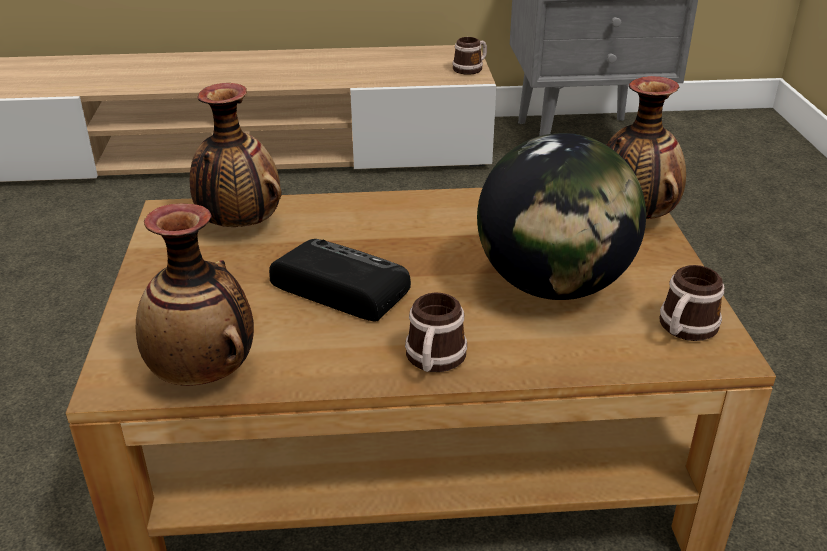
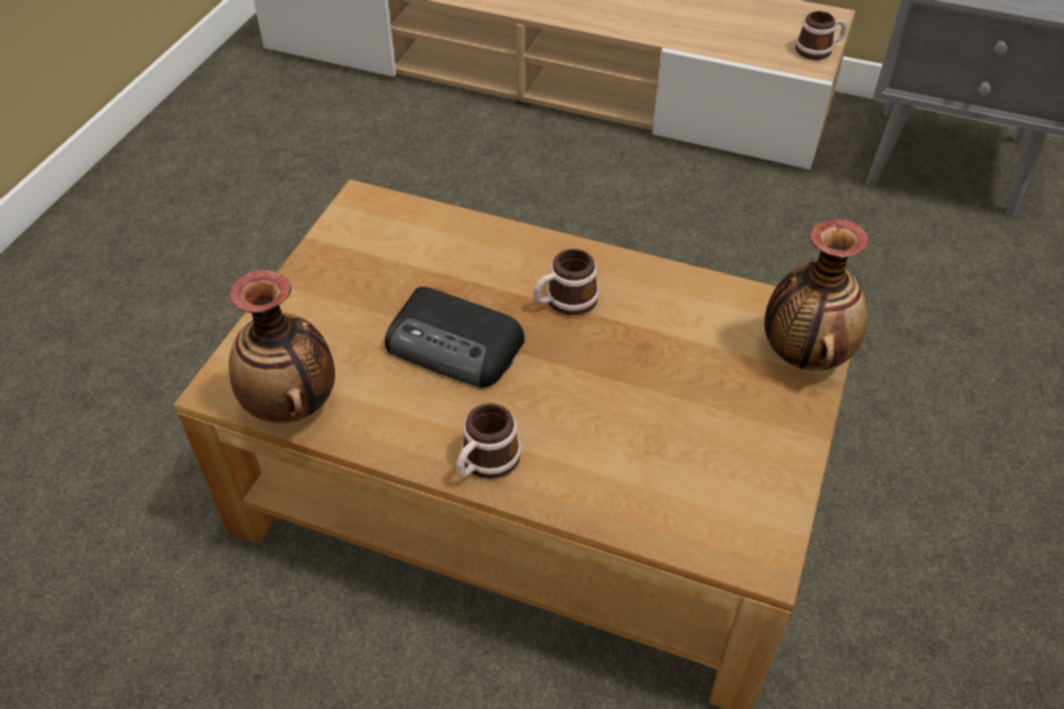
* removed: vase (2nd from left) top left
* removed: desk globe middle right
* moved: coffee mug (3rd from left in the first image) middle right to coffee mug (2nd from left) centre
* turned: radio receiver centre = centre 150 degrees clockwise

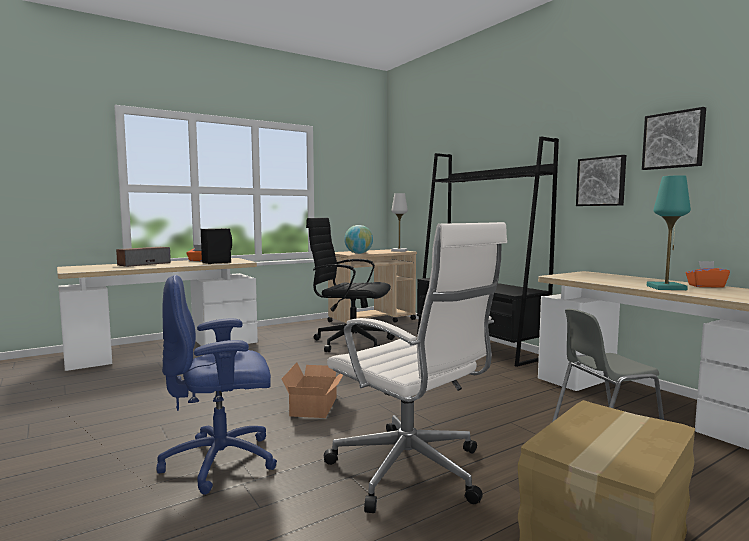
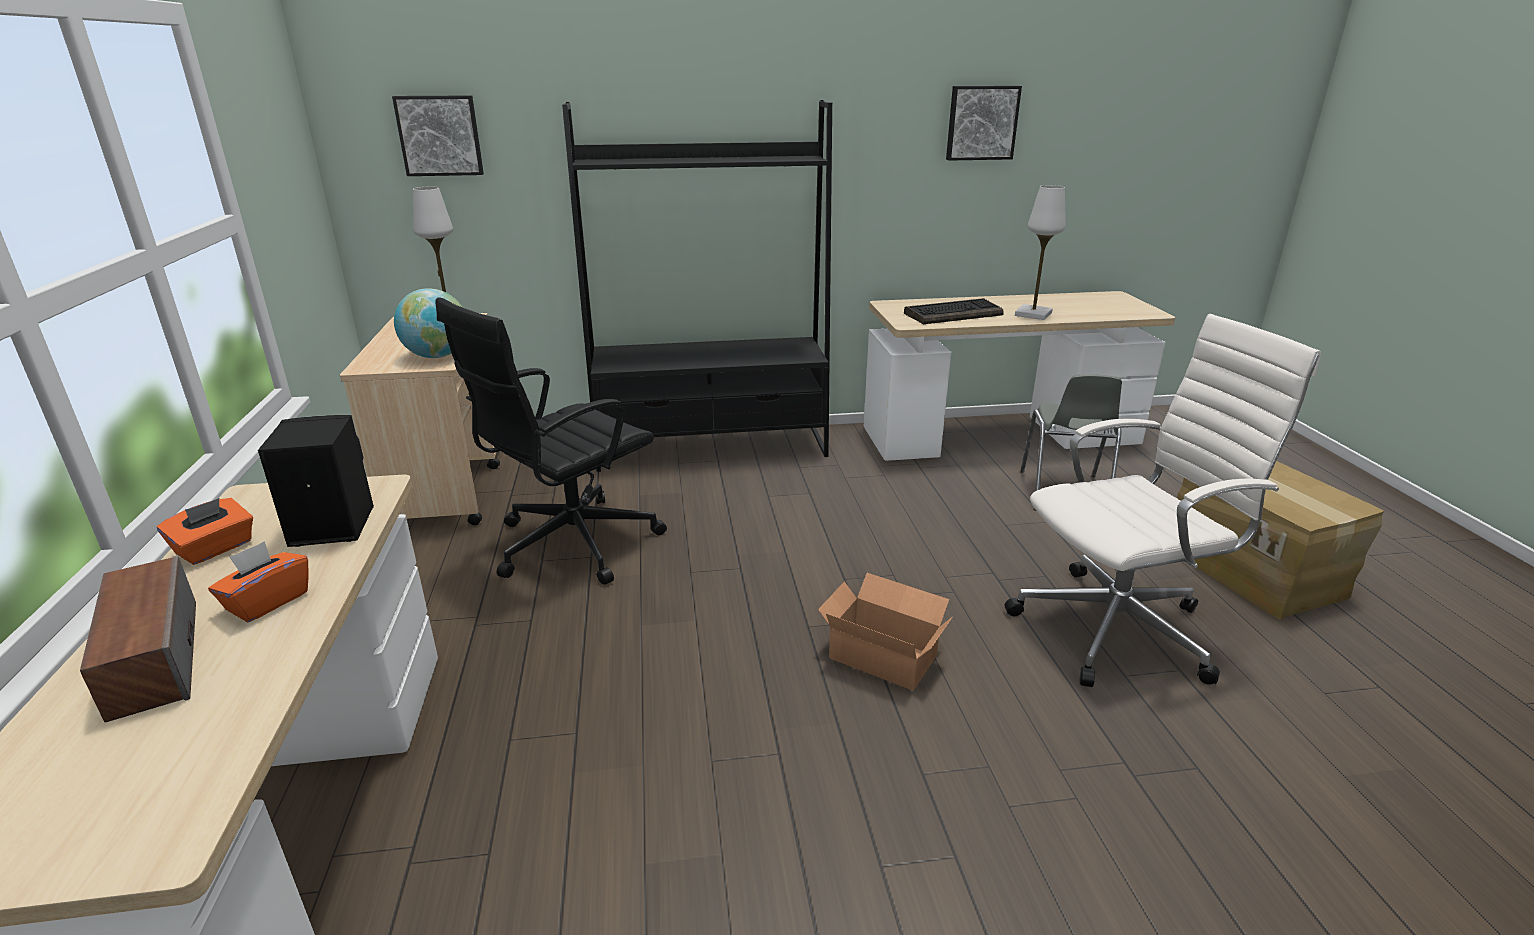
* removed: blue-coloured desk chair bottom left
* added: keyboard top centre
* moved: picture (1st from left) top right to top left
* moved: orange tissue box (2nd from left) middle right to middle left
* recoloured: blue-green table lamp middle right to white table lamp (2nd from left) top right

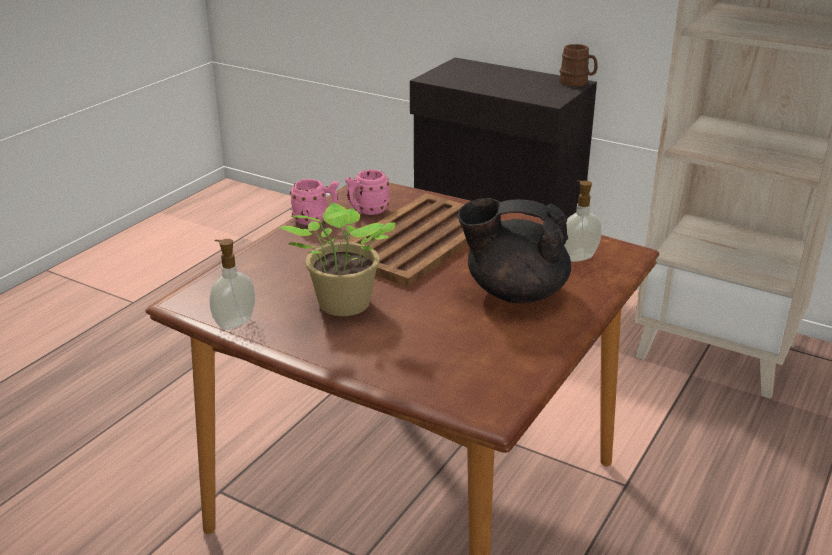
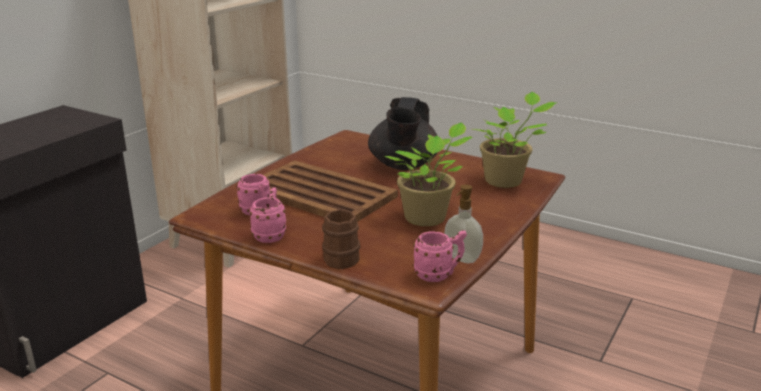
* removed: soap bottle (2nd from left) middle right
* added: pinkish coffee mug (3rd from left) centre
* added: potted plant (2nd from left) middle right
* moved: brown-coloured coffee mug top right to centre

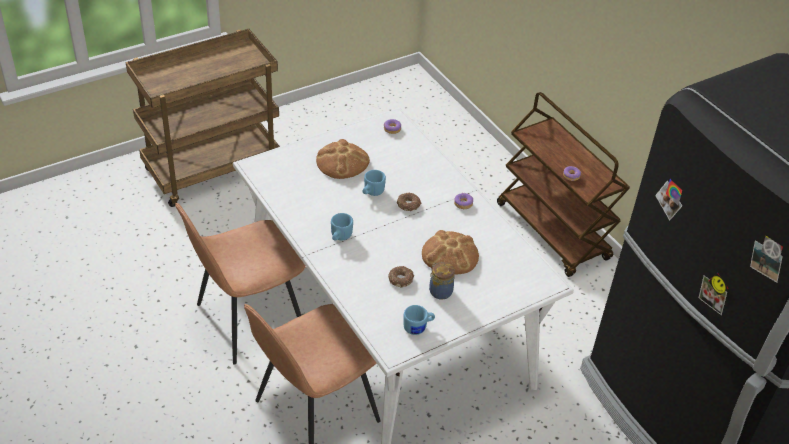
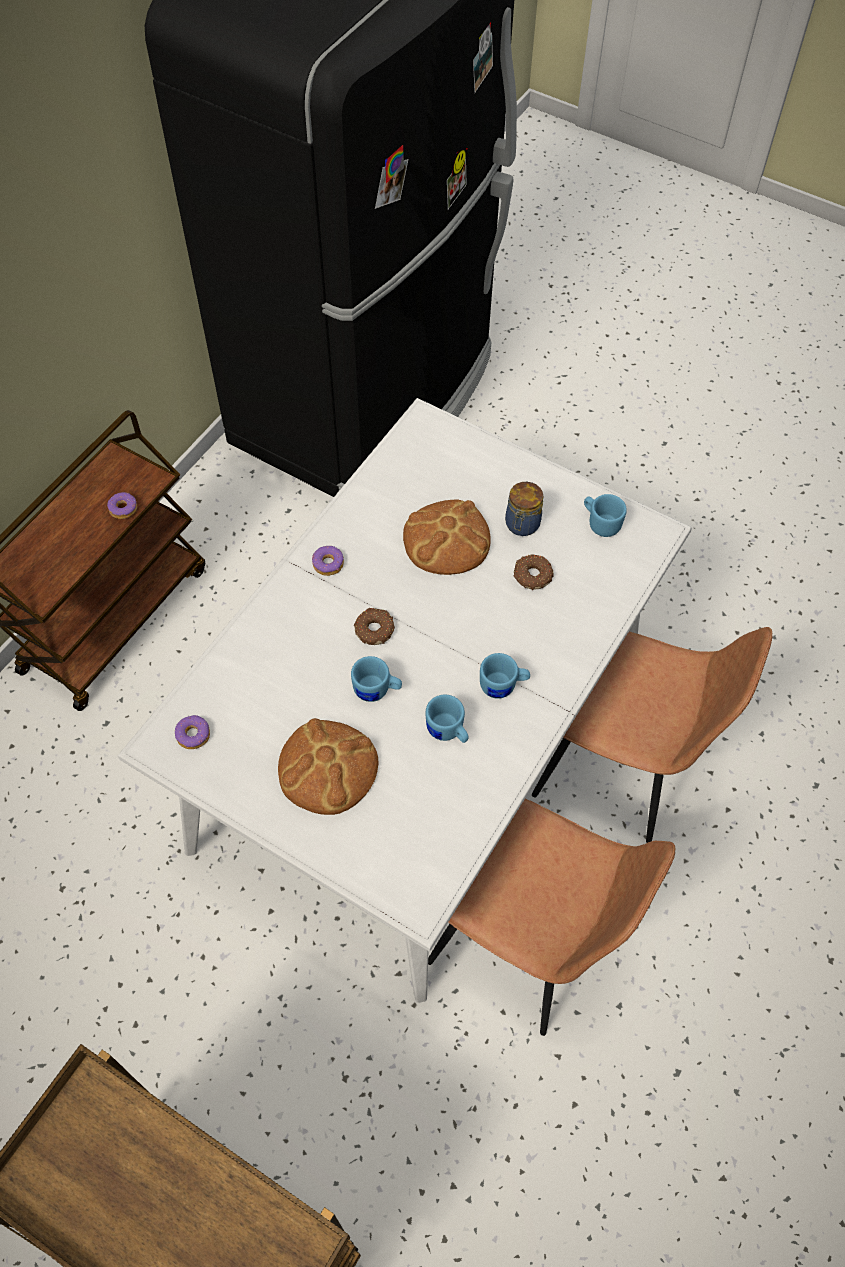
* added: blue-coloured coffee mug (2nd from left) centre

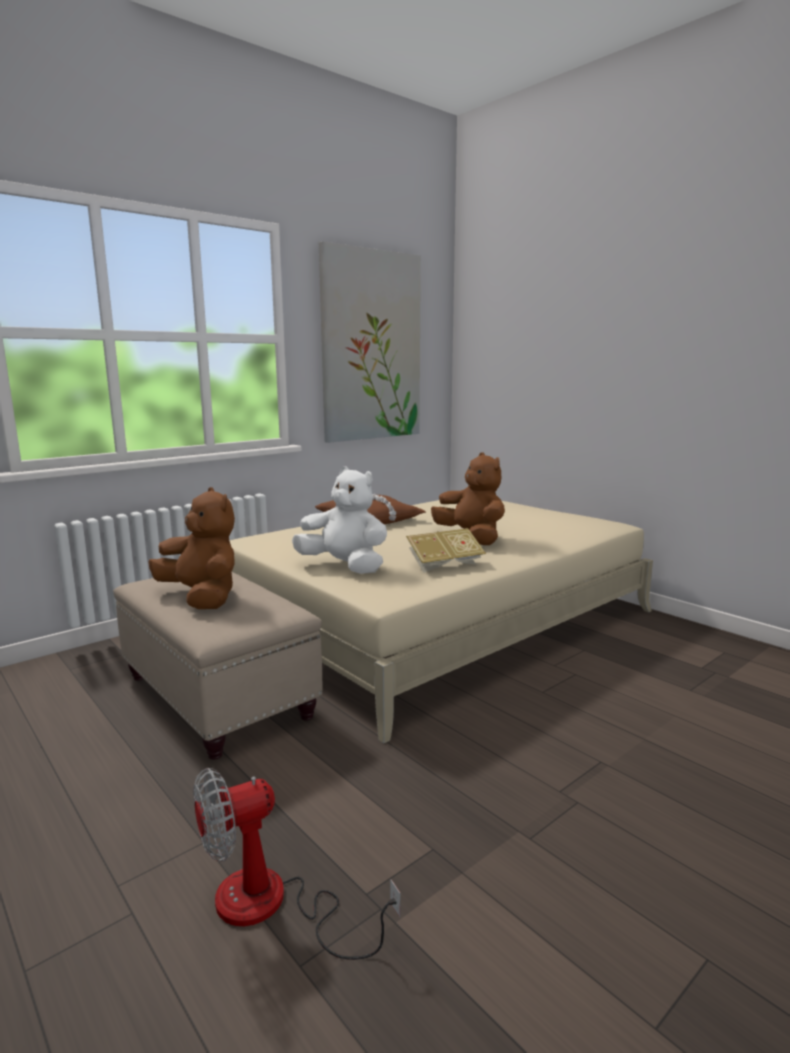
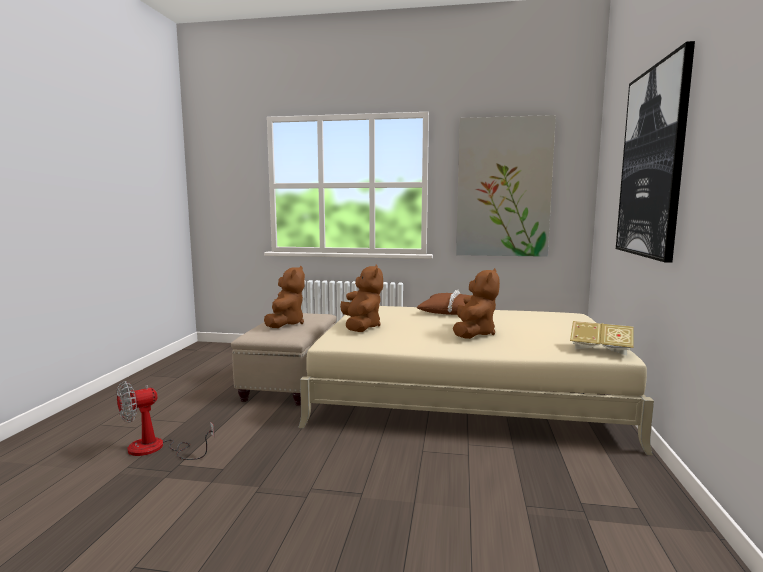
* added: picture (2nd from left) top right
* moved: volume centre to middle right
* recoloured: white soft toy centre to brown-coloured soft toy (2nd from left) centre
* turned: fan bottom centre = bottom left 60 degrees counterclockwise

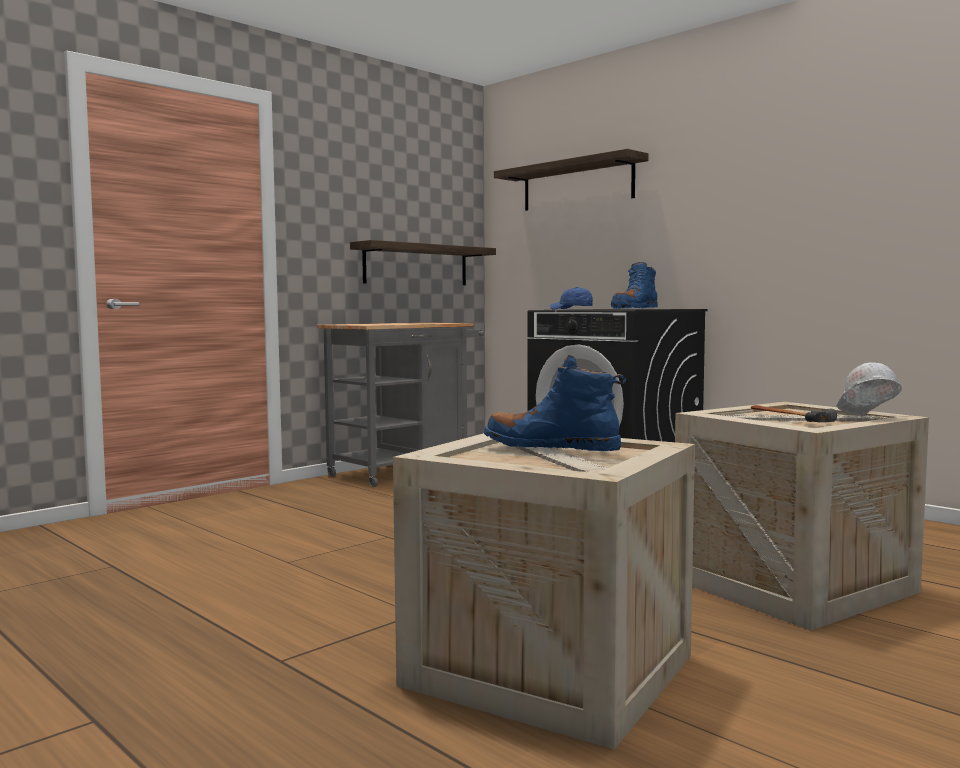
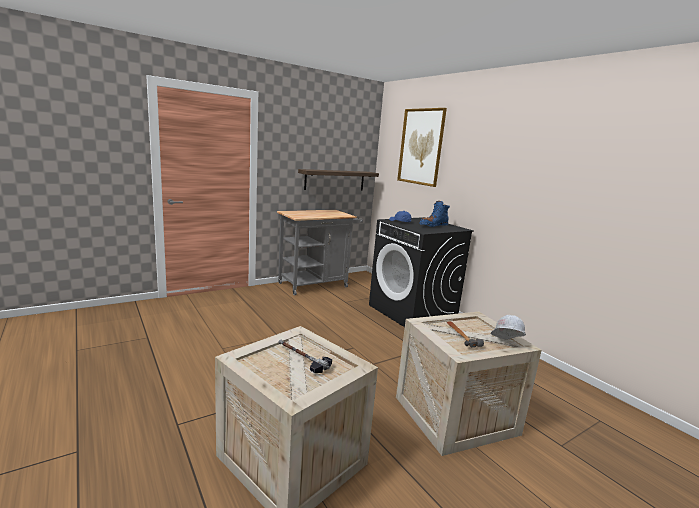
* replaced: blue-coloured high-top boot (1st from left) centre to hand hammer (1st from left) bottom centre
* replaced: bracket shelf (2nd from left) top centre to picture top centre

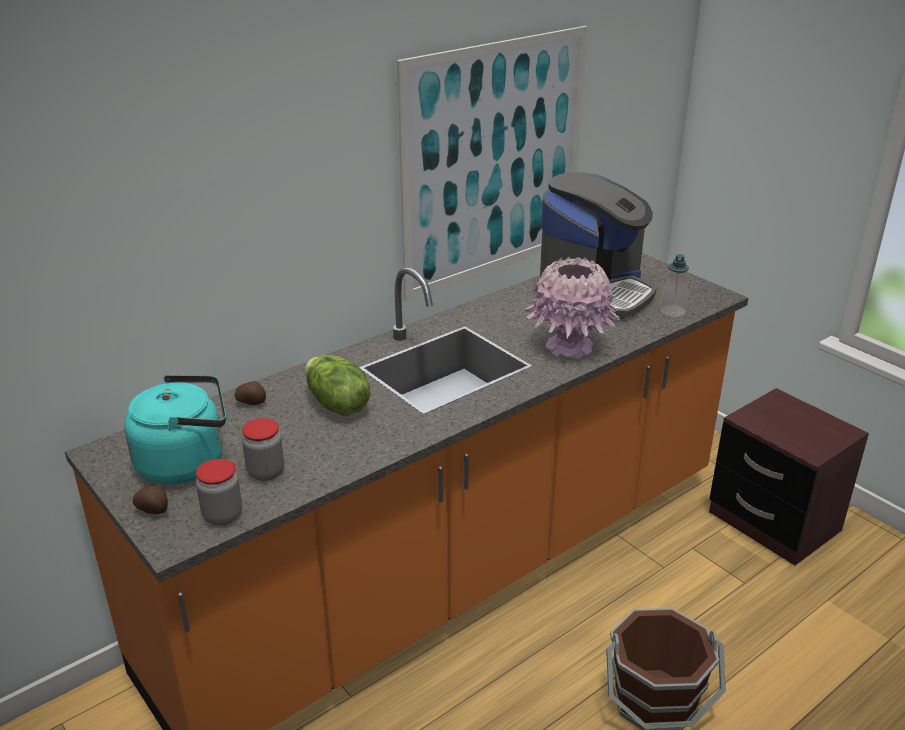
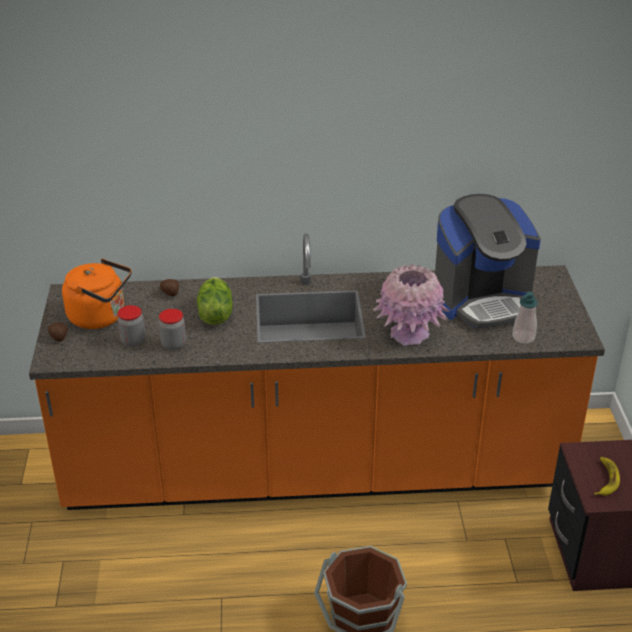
* removed: picture top centre
* added: whole banana bottom right
* moved: preserve jar (1st from left in the first image) bottom left to preserve jar (2nd from left) middle left
* recoloured: blue-green kettle middle left to orange kettle middle left

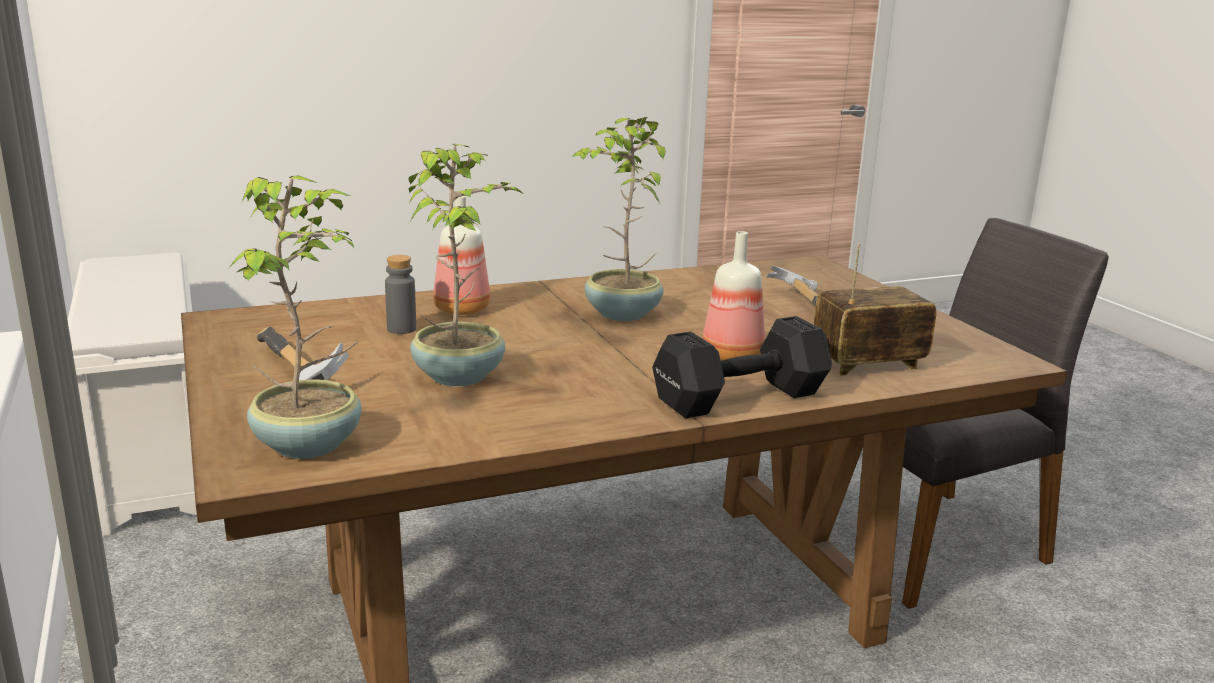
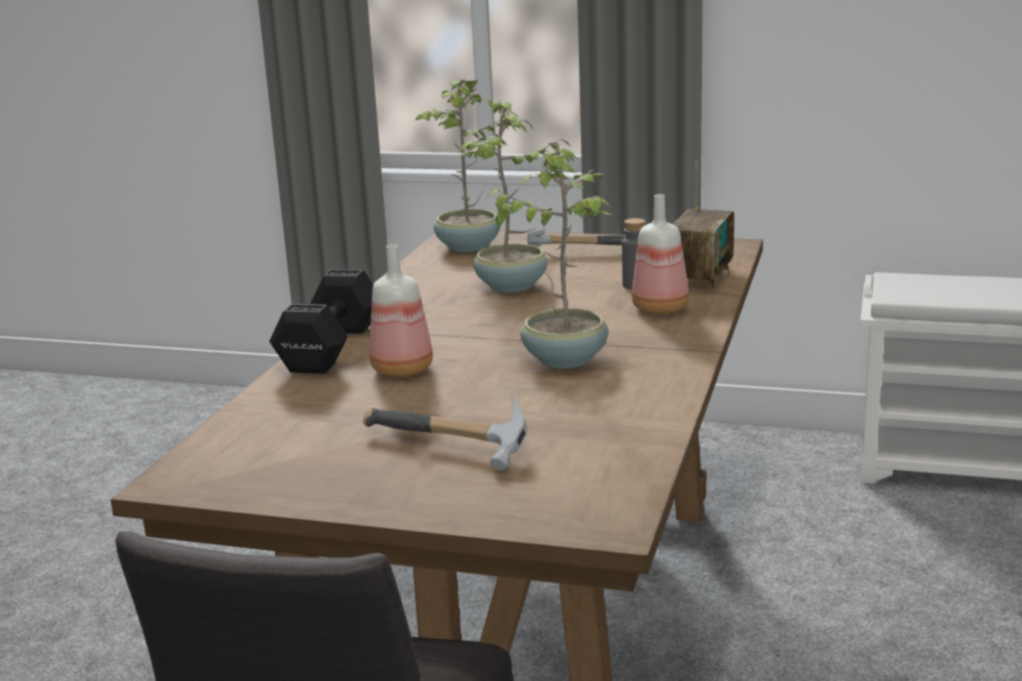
* moved: radio receiver middle right to top right

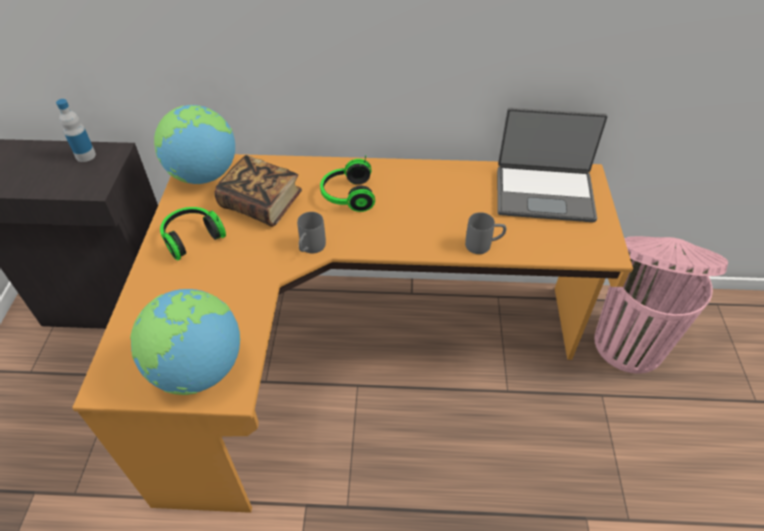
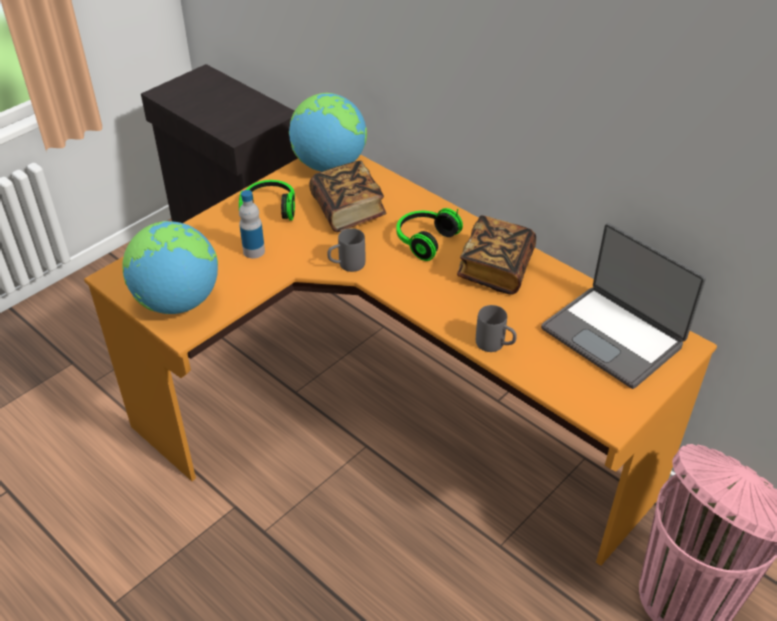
* added: volume (2nd from left) centre
* moved: bottle top left to middle left

